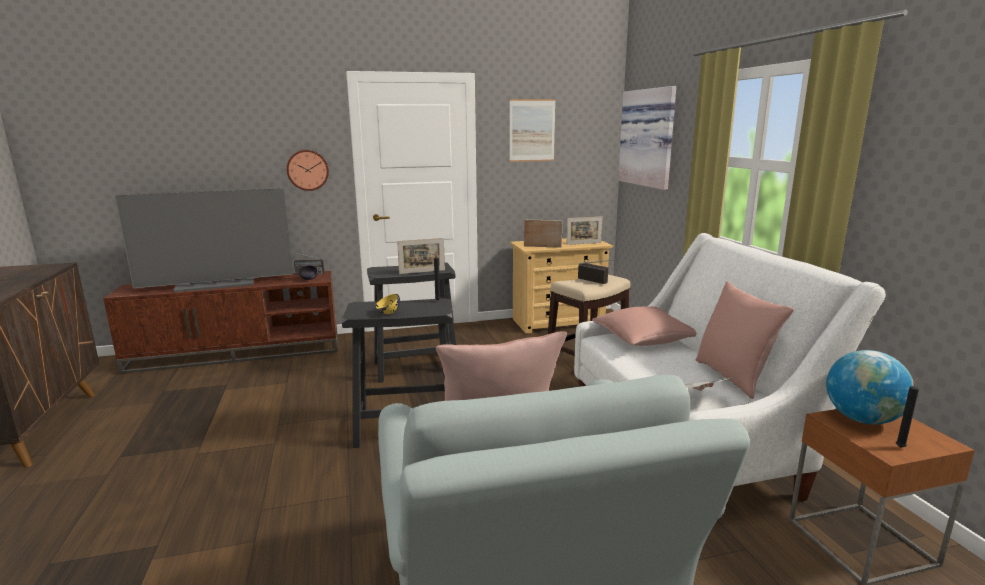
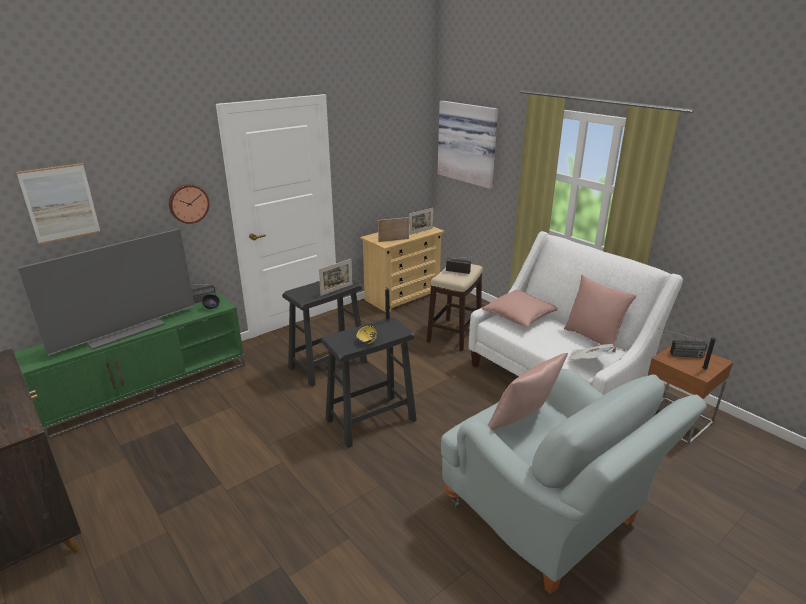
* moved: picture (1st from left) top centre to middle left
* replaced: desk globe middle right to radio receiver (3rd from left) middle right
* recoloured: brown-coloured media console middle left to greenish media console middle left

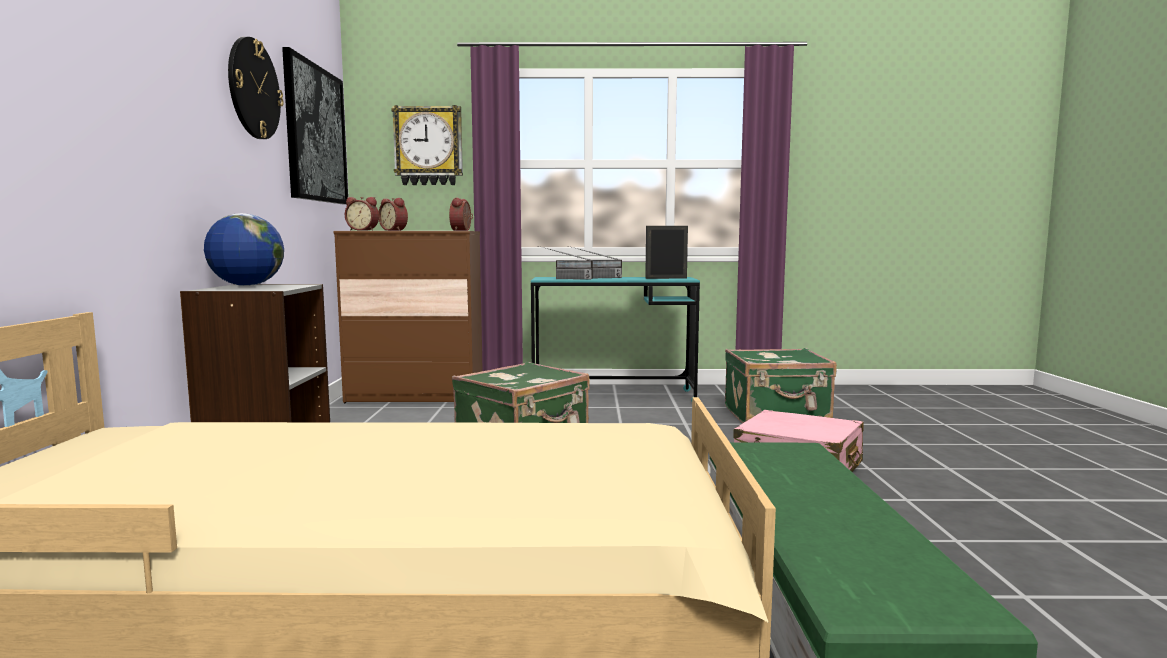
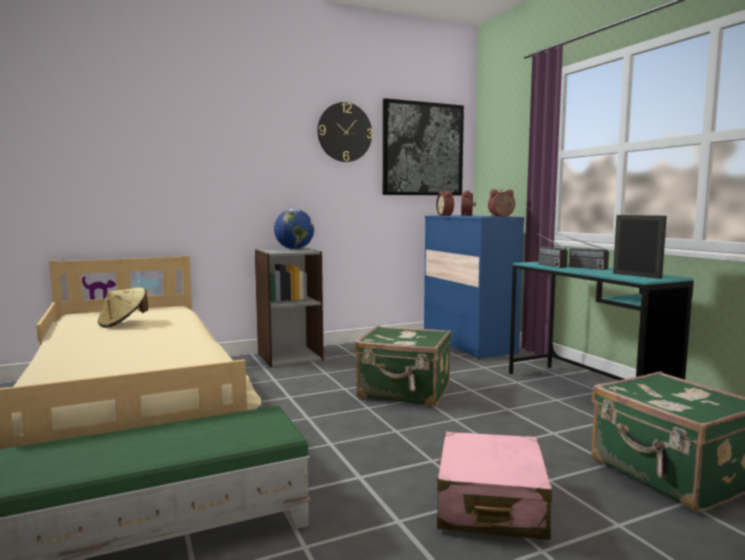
* removed: hanging clock (2nd from left) top centre
* added: beige-coloured clothing hat middle left
* recoloured: brown-coloured dresser centre to blue-coloured dresser centre

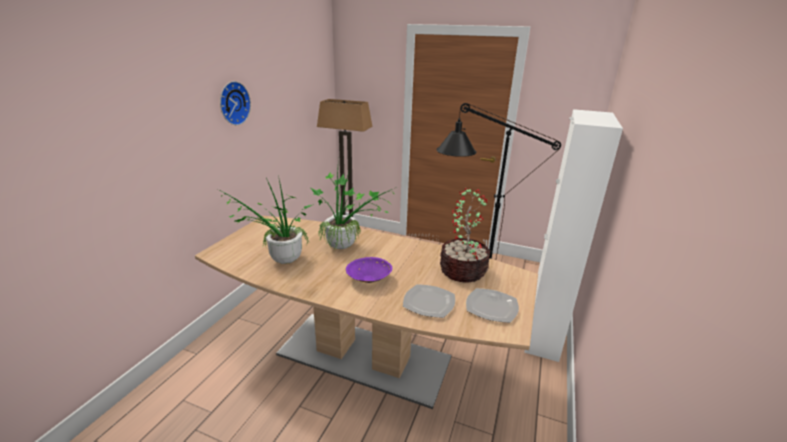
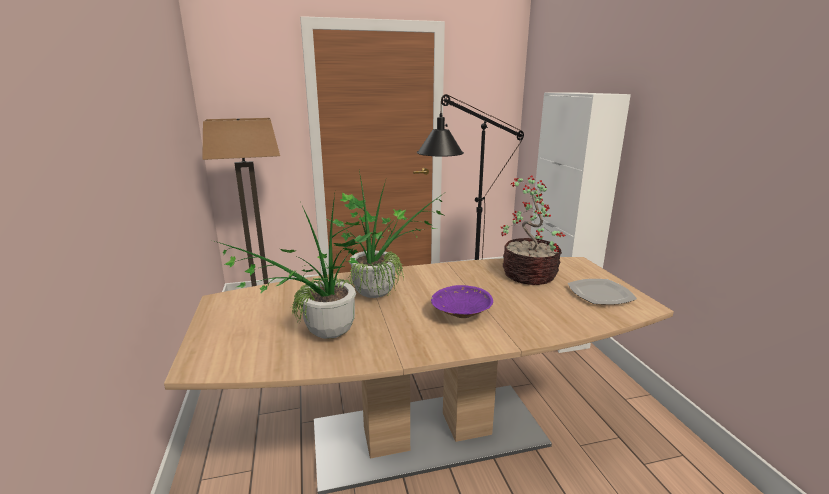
* removed: hanging clock top left
* removed: flat dish (1st from left) bottom centre

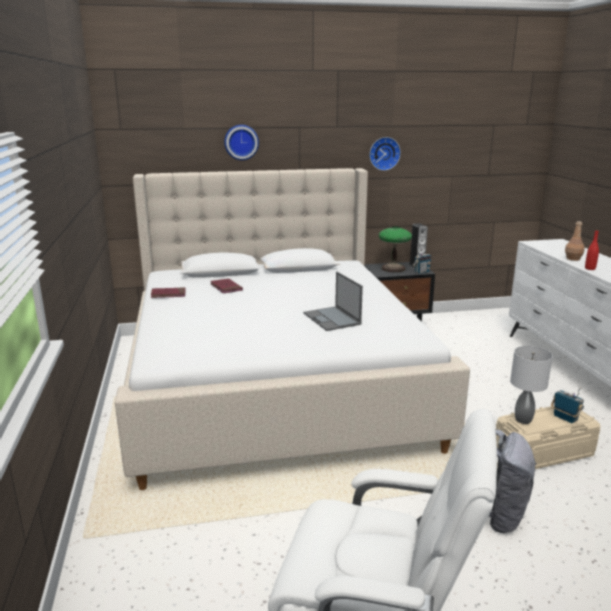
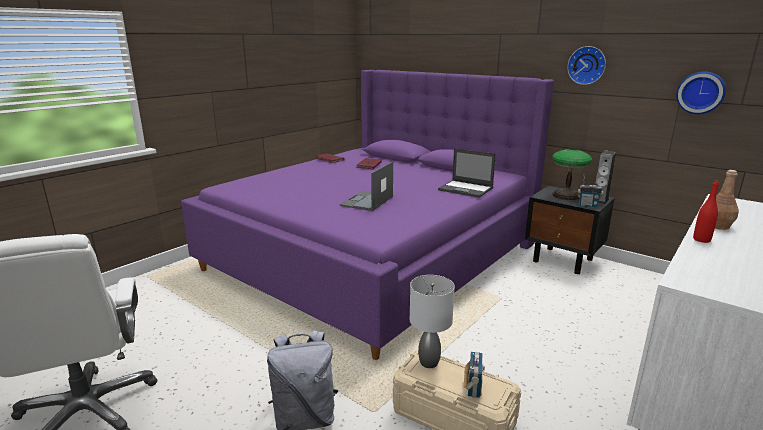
* added: portable computer (2nd from left) centre
* moved: hanging clock (1st from left in the first image) top centre to hanging clock (2nd from left) top right
* recoloured: beige-coloured bed centre to purple bed centre

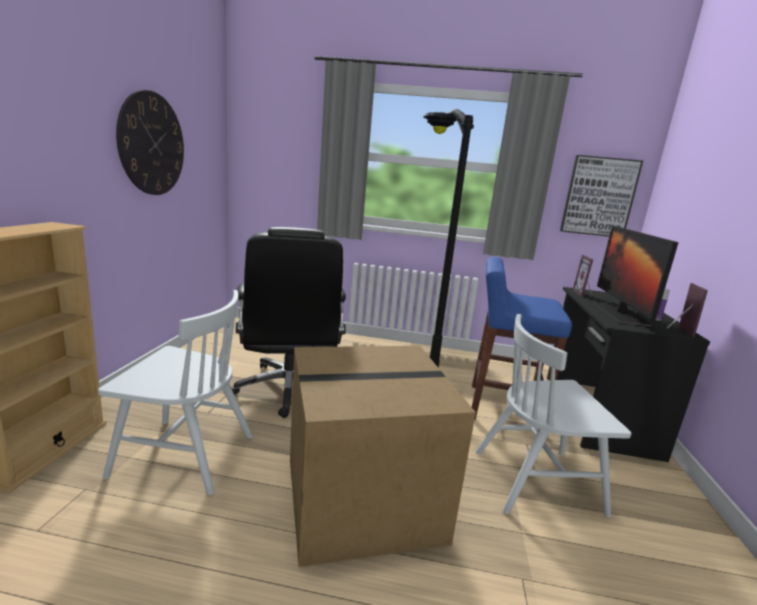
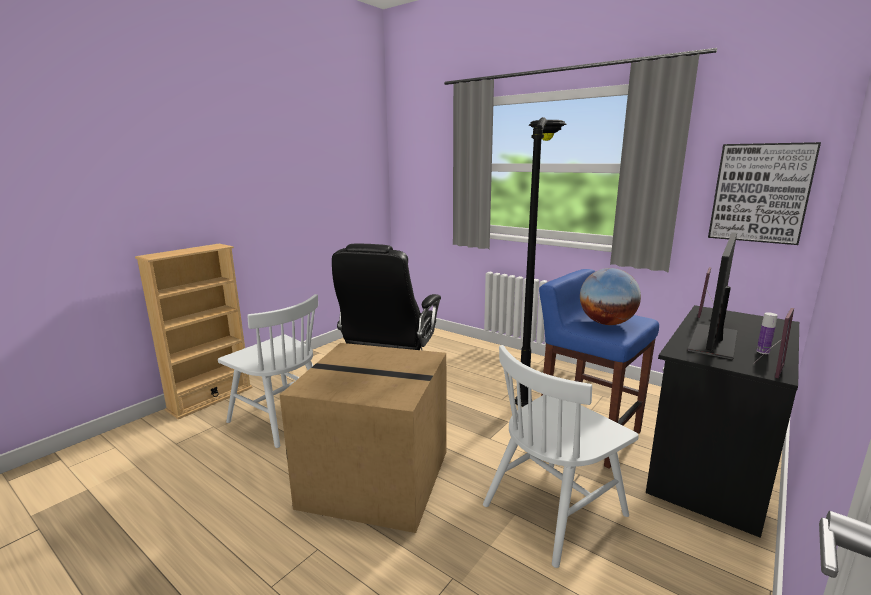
* removed: hanging clock top left
* added: desk globe middle right
* turned: white chair (2nd from left) bottom right = bottom centre 60 degrees counterclockwise

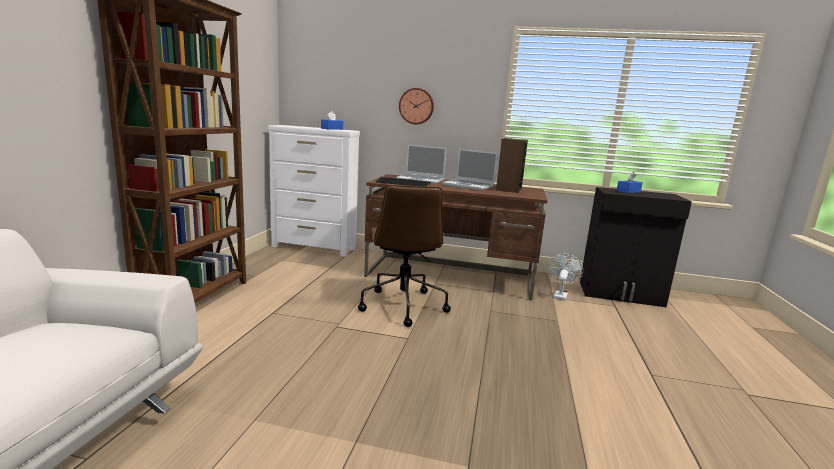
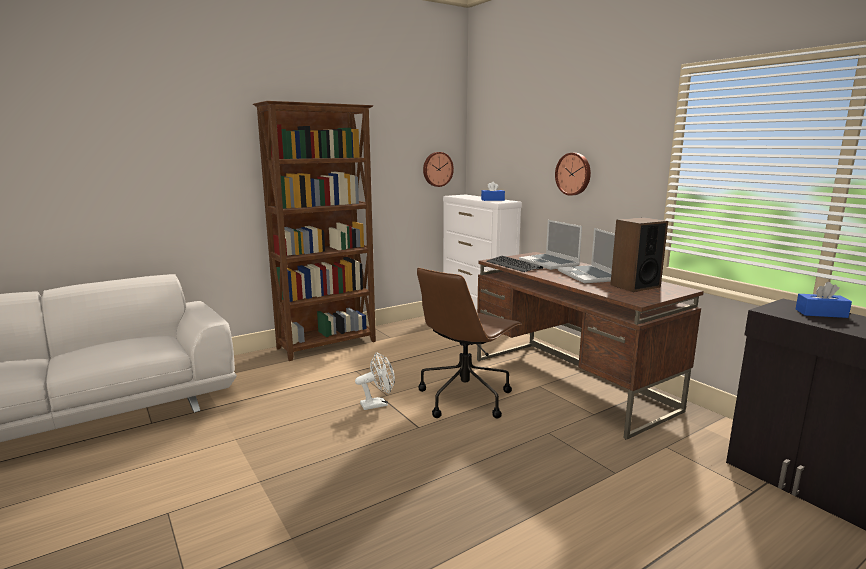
* added: hanging clock (1st from left) top centre
* moved: white fan middle right to bottom centre

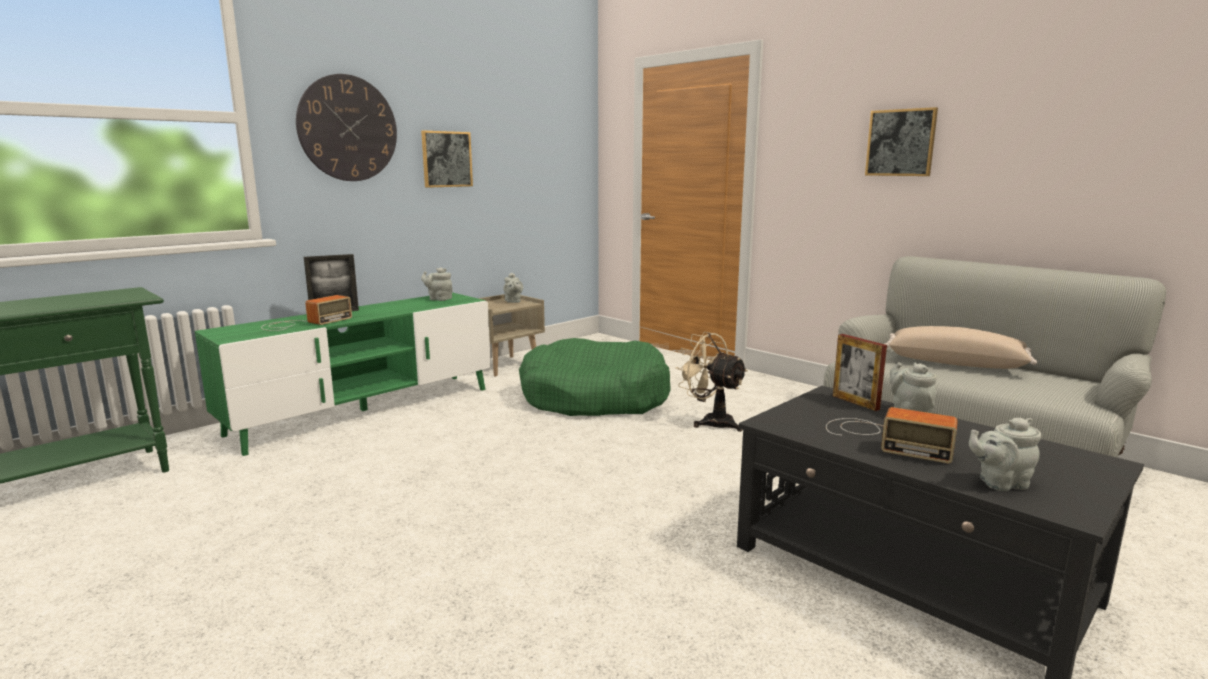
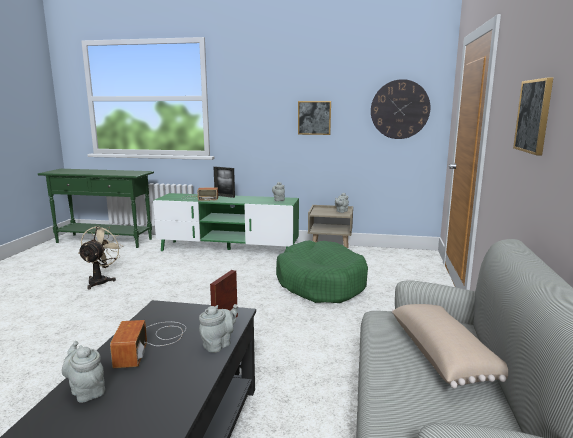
* moved: hanging clock top left to top right
* moved: beige-coloured fan centre to middle left

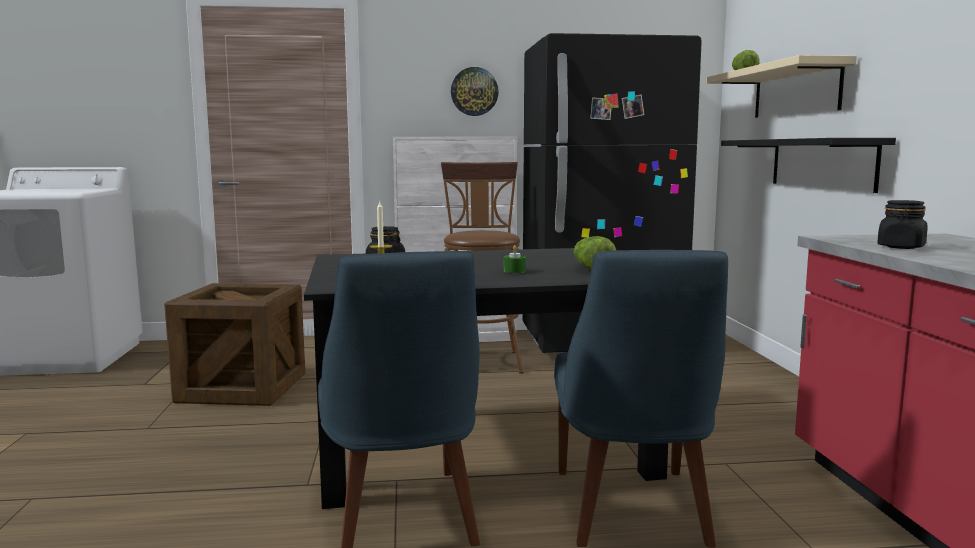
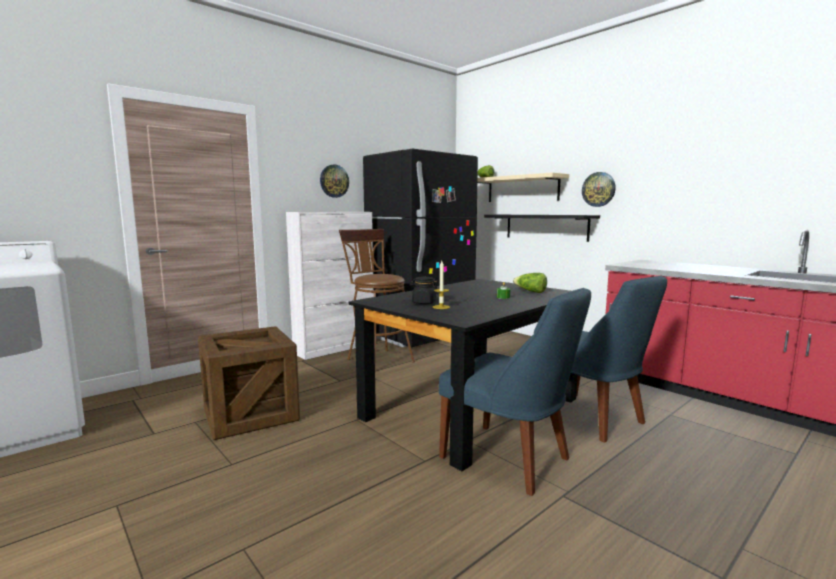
* removed: blackish preserve jar (2nd from left) middle right
* added: hanging clock (2nd from left) top right

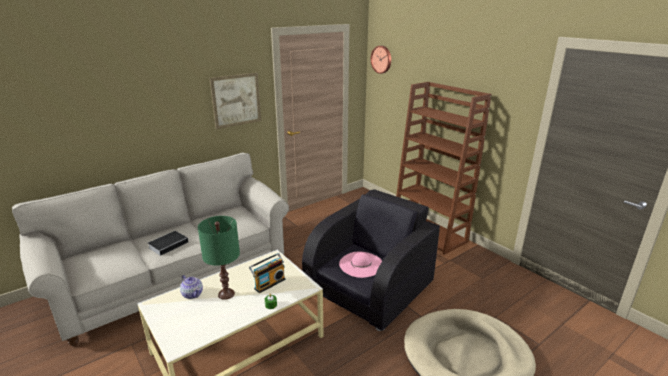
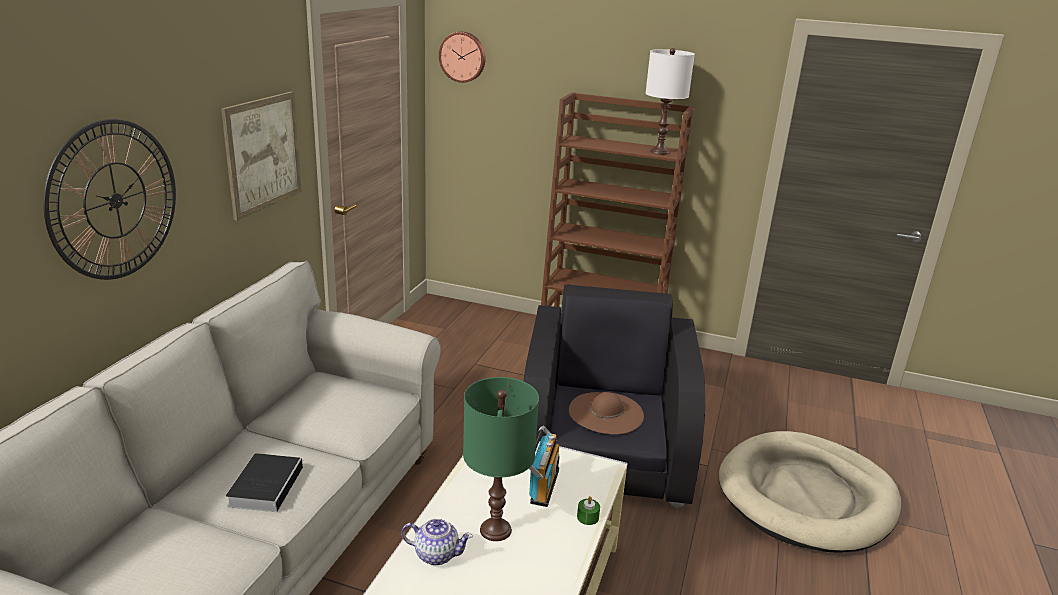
* added: hanging clock (1st from left) middle left
* added: white table lamp top centre
* recoloured: pinkish clothing hat bottom centre to brown-coloured clothing hat bottom centre

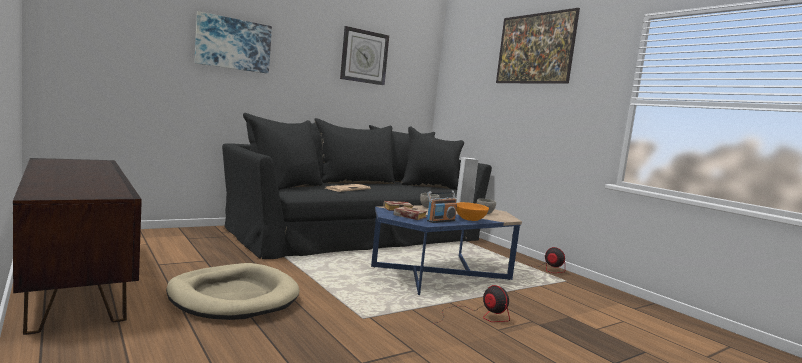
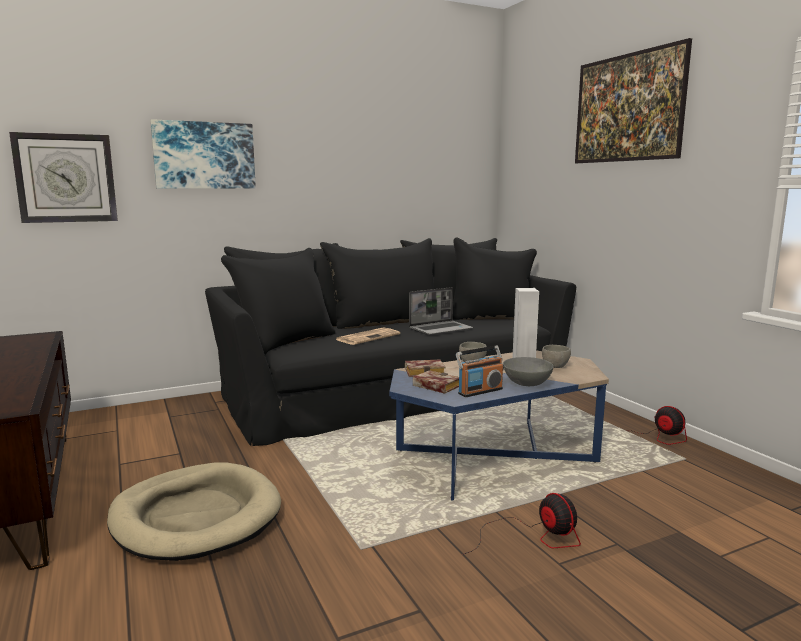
* added: portable computer centre
* moved: hanging clock top centre to top left
* recoloured: orange deep dish centre to greyish deep dish (2nd from left) centre

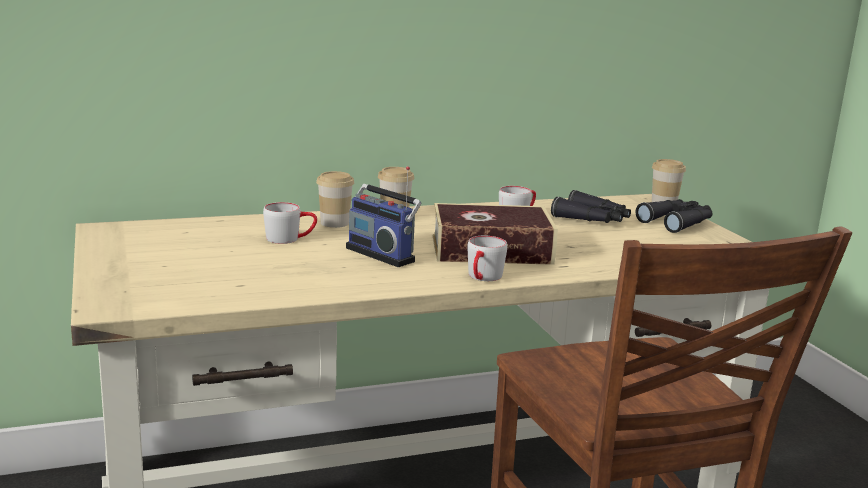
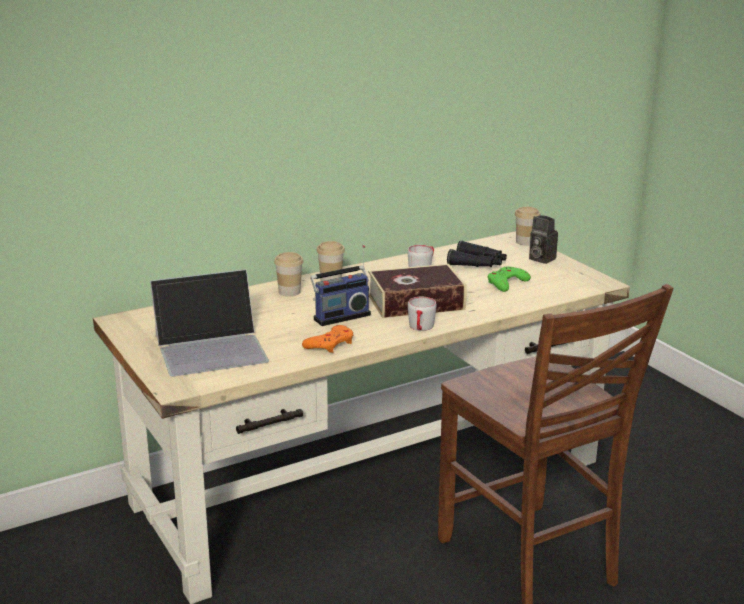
* removed: greyish coffee mug (1st from left) centre
* added: portable computer middle left
* added: orange gamepad centre
* added: greenish gamepad middle right
* replaced: blackish pair of binoculars (2nd from left) middle right to still camera middle right
* turned: radio receiver centre = centre 60 degrees counterclockwise

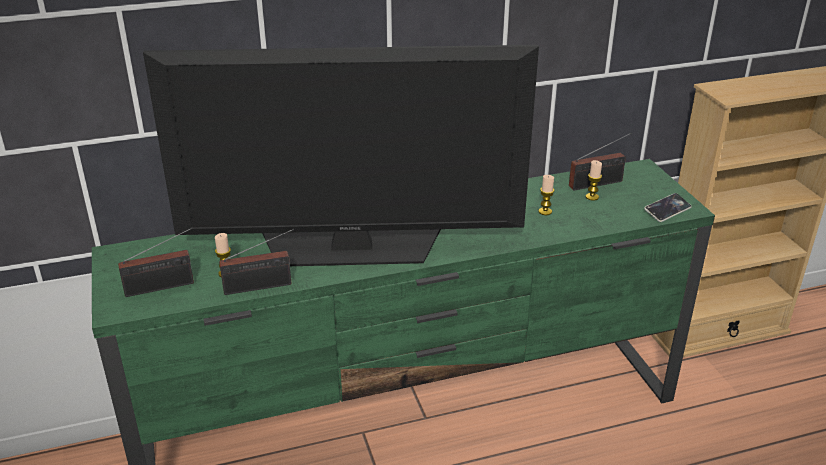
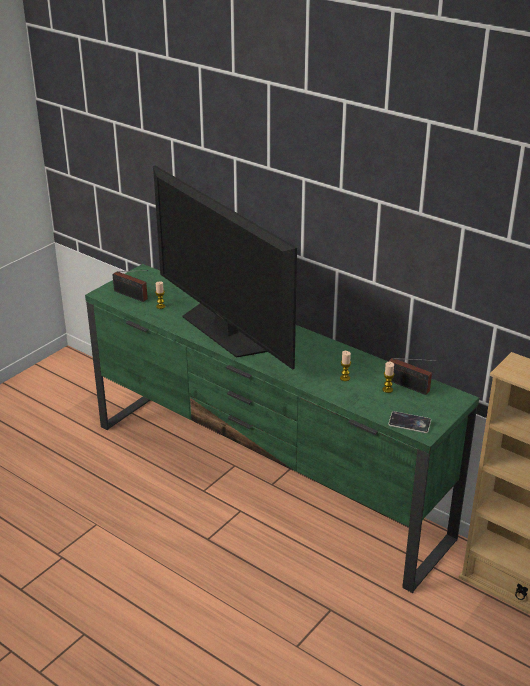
* removed: radio receiver (2nd from left) middle left

